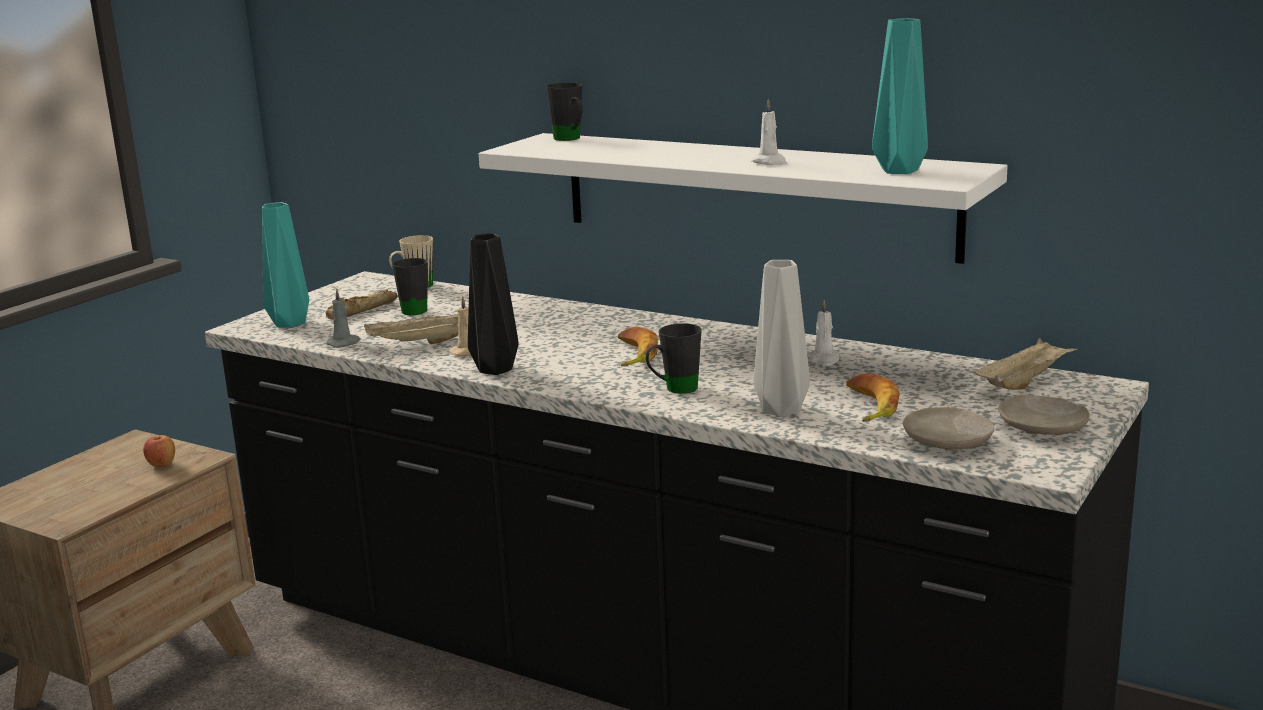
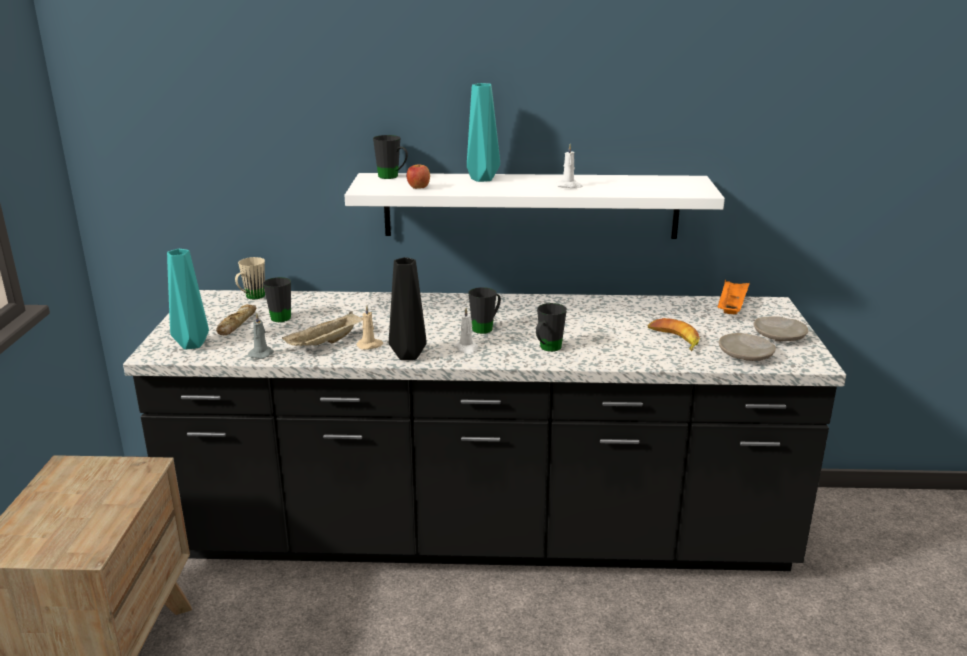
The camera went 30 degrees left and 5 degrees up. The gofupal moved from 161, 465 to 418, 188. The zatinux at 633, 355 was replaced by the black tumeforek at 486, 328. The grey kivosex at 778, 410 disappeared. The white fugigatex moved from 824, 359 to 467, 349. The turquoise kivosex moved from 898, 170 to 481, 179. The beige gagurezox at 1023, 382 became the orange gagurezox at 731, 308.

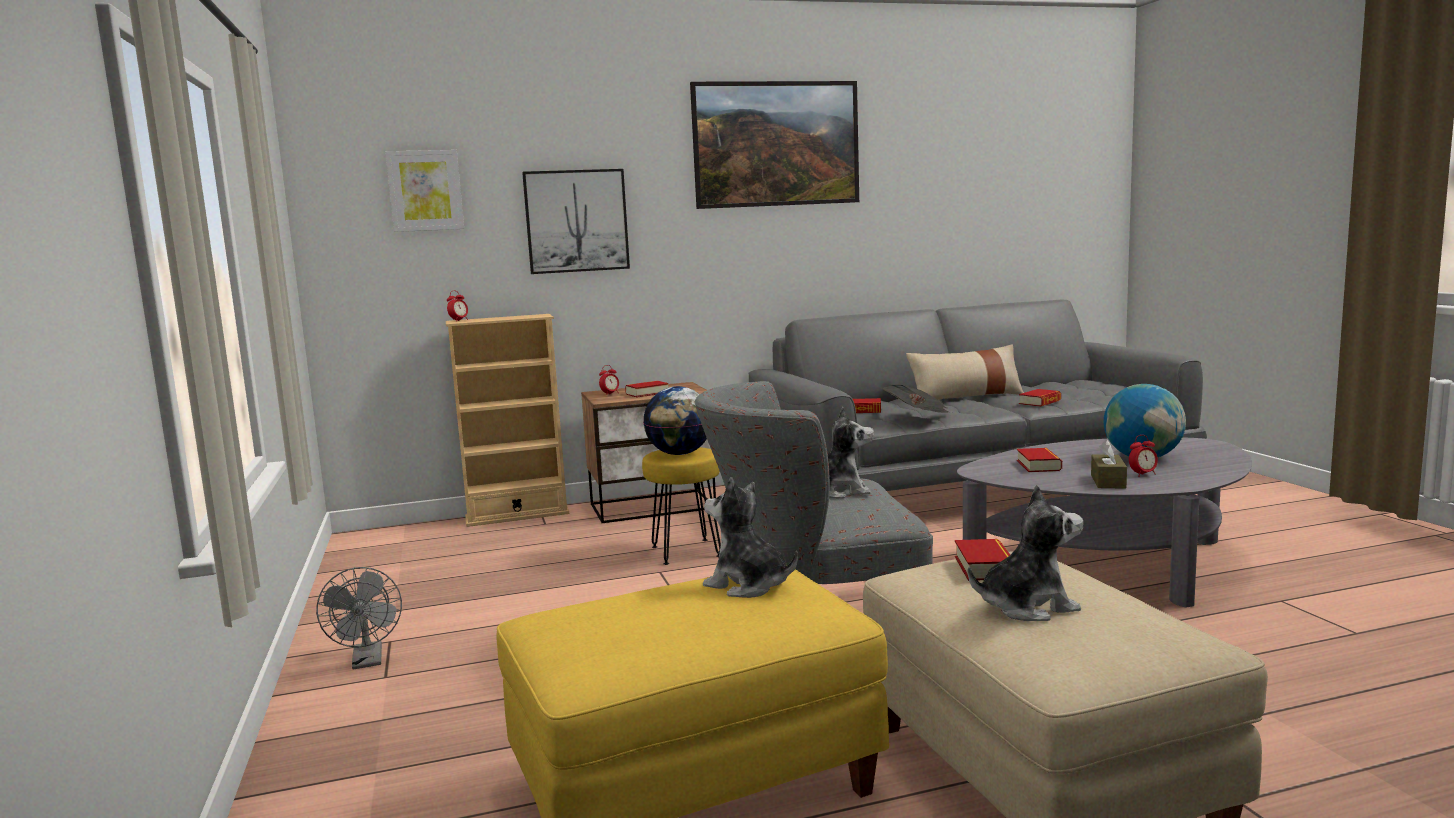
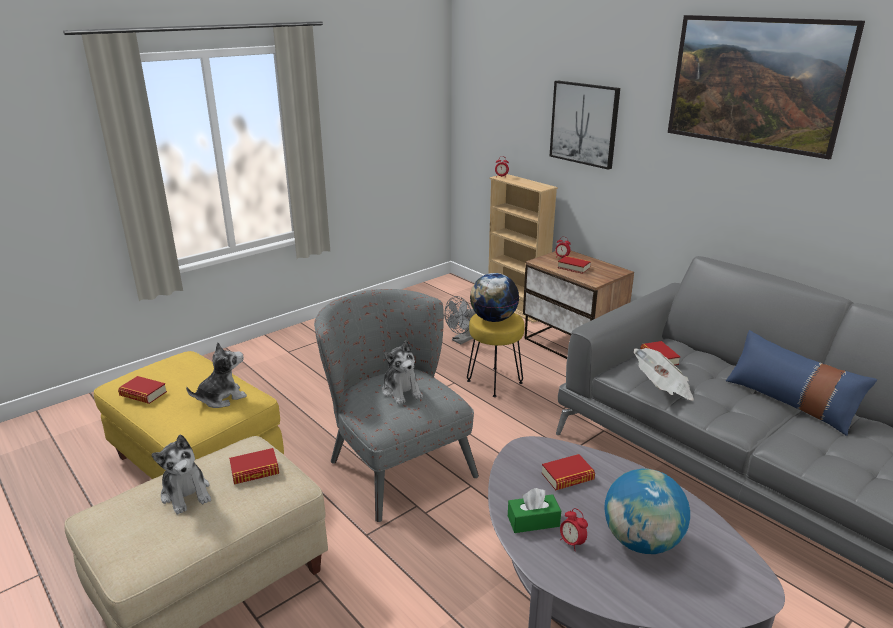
The camera went 65 degrees right and 15 degrees up. The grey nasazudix moved from 368, 661 to 461, 340. The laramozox at 425, 191 disappeared. The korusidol at 748, 585 turned 45 degrees clockwise. The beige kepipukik at 966, 397 became the blue kepipukik at 790, 402. The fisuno moved from 1040, 402 to 143, 394. The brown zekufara at 1108, 481 became the green zekufara at 533, 521.

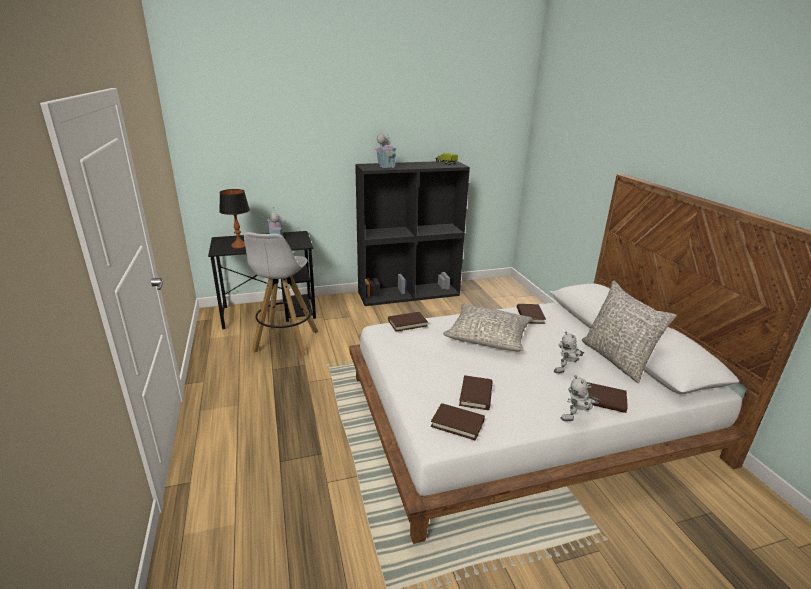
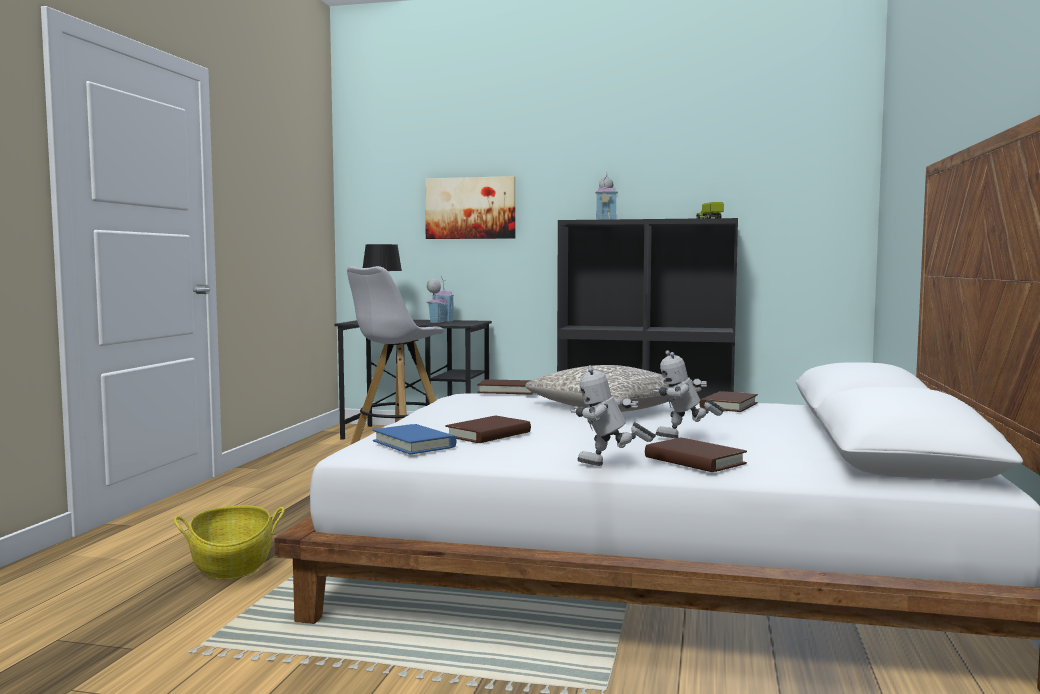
The camera went 30 degrees right and 20 degrees down. The brown fisuno at 457, 423 became the blue fisuno at 414, 444. The grey kepipukik at 617, 359 disappeared. The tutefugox at 232, 564 appeared. The laramozox at 470, 208 appeared.

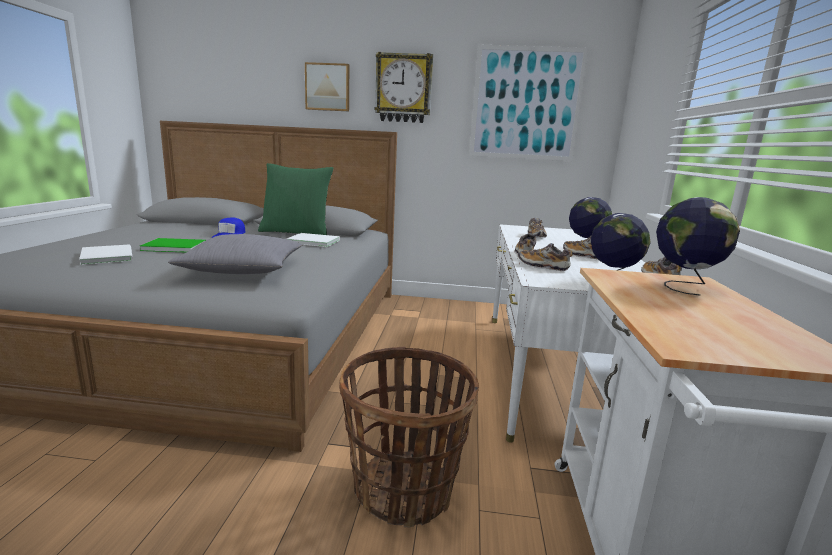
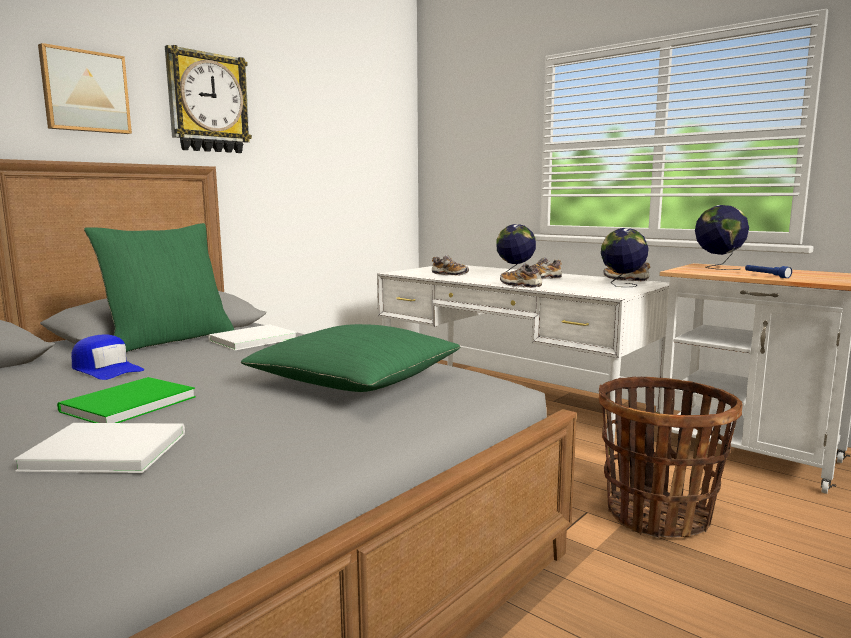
The camera went 55 degrees left and 5 degrees down. The grey kepipukik at 244, 269 became the green kepipukik at 355, 380. The laramozox at 526, 104 disappeared. The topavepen at 543, 266 disappeared. The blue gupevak at 766, 275 appeared.

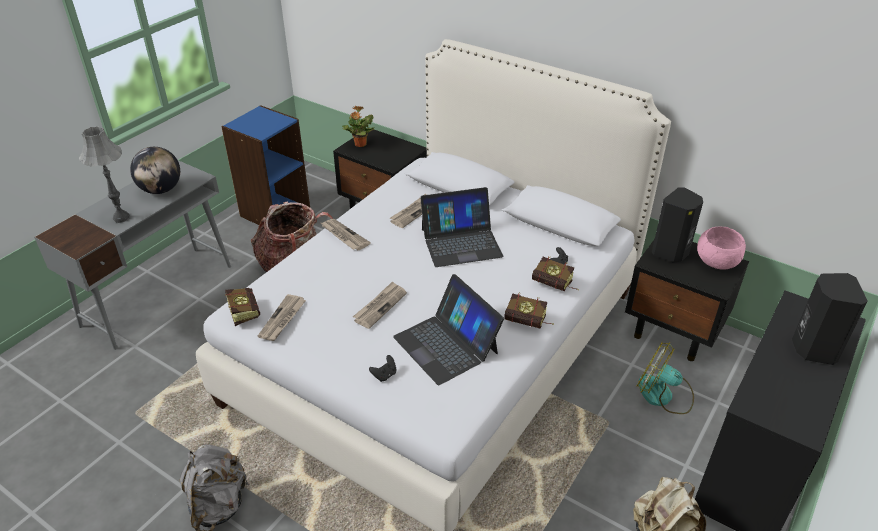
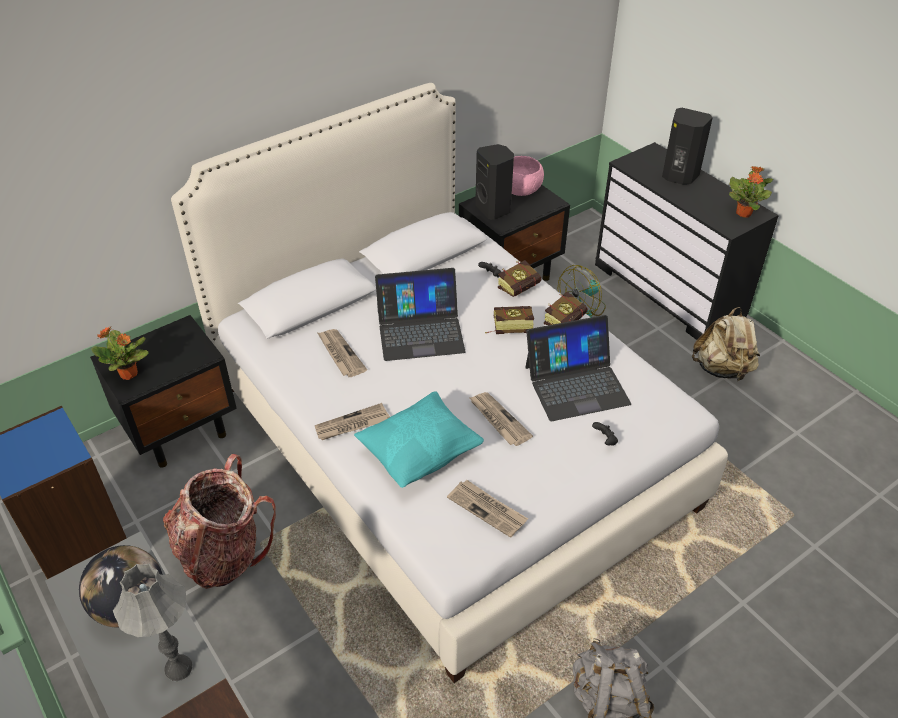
The camera went 70 degrees left and 5 degrees up. The fisuno moved from 243, 311 to 508, 327. The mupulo at 461, 242 turned 75 degrees clockwise. The turquoise kepipukik at 420, 454 appeared. The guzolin at 744, 213 appeared.

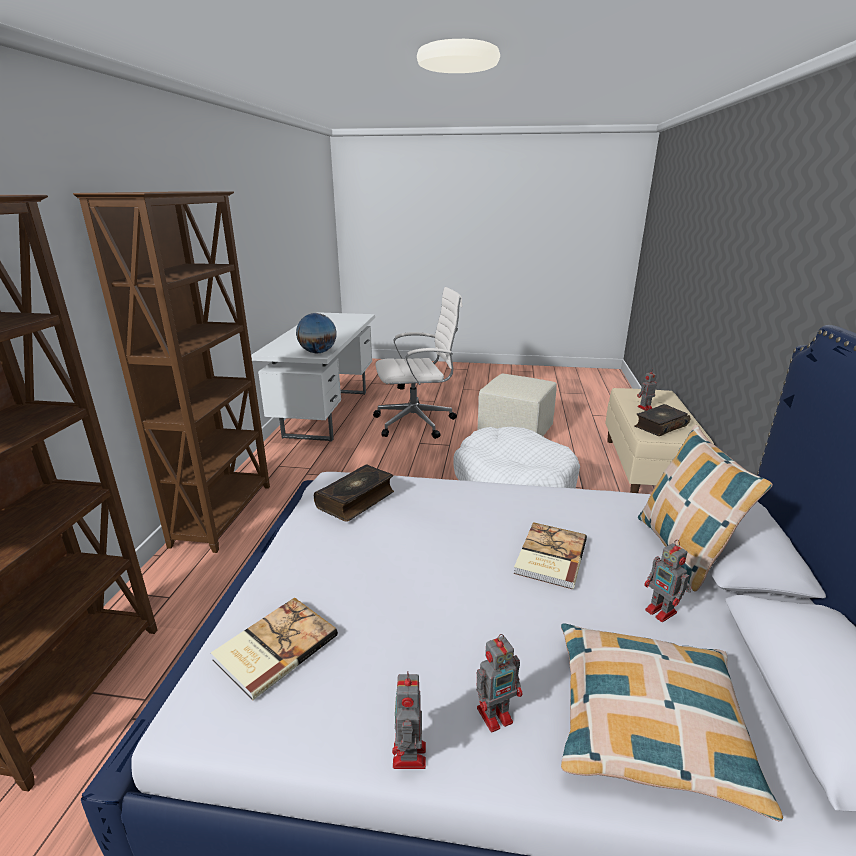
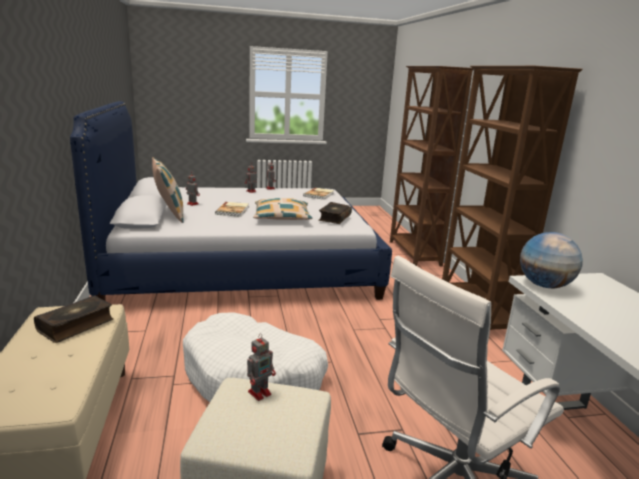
The camera went 160 degrees right and 5 degrees down. The kepipukik moved from 648, 722 to 282, 217. The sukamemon moved from 644, 408 to 260, 392.

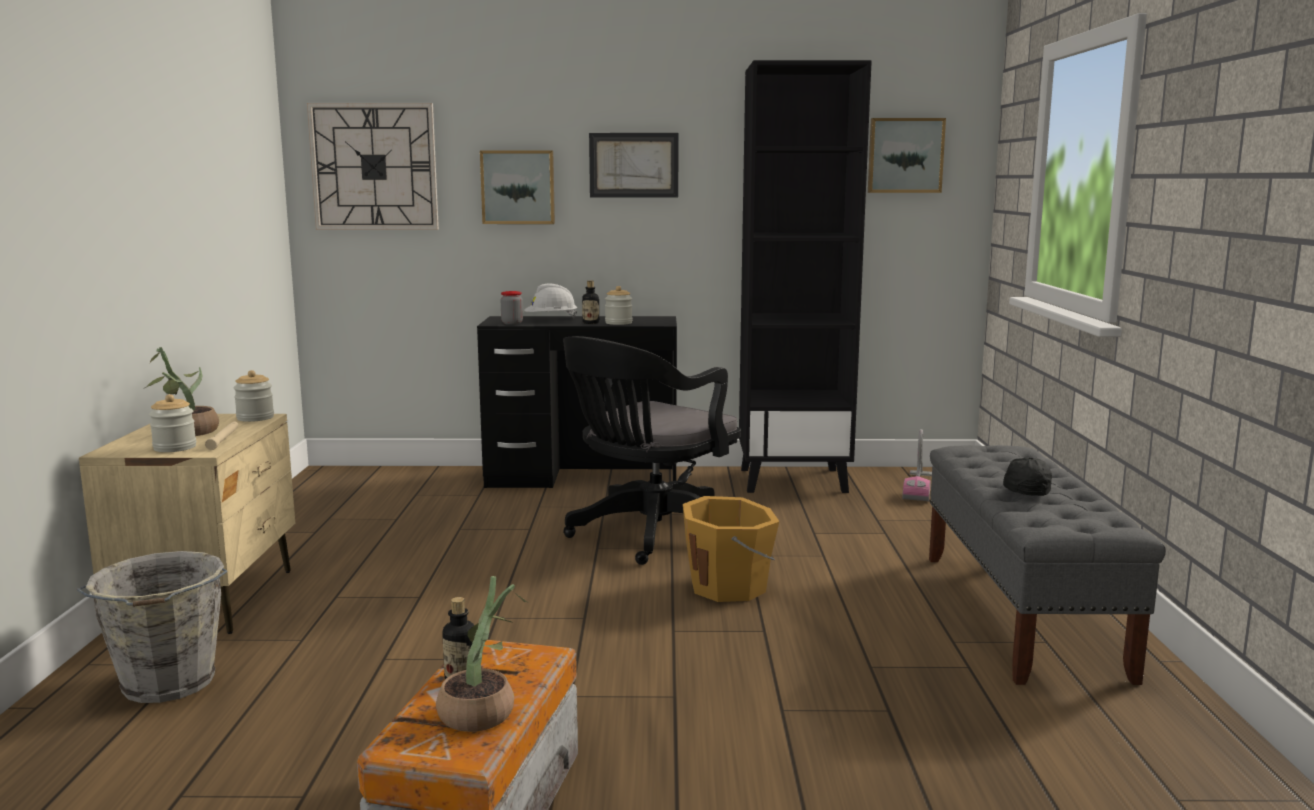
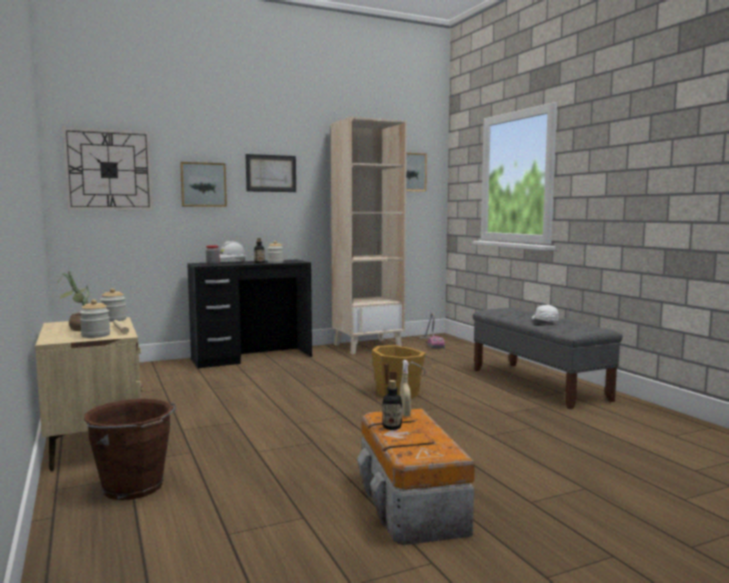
The camera went 25 degrees left and 5 degrees down. The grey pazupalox at 168, 684 became the brown pazupalox at 134, 488. The guzolin at 484, 711 disappeared. The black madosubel at 649, 535 disappeared. The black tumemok at 793, 480 became the beige tumemok at 368, 346. The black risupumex at 1026, 490 became the white risupumex at 544, 321. The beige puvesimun at 405, 414 appeared.

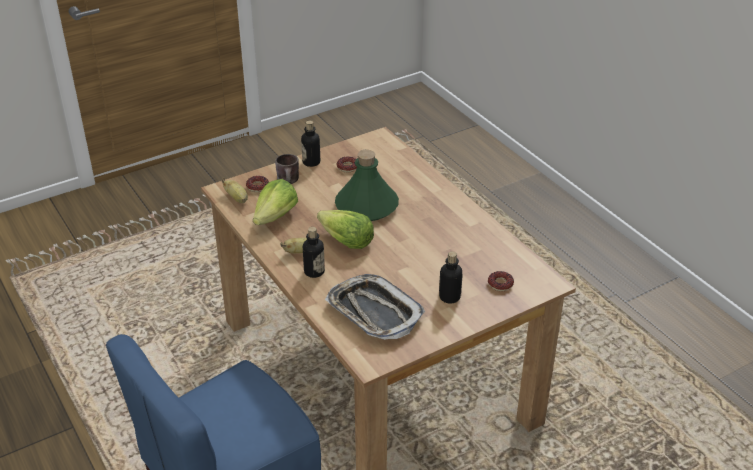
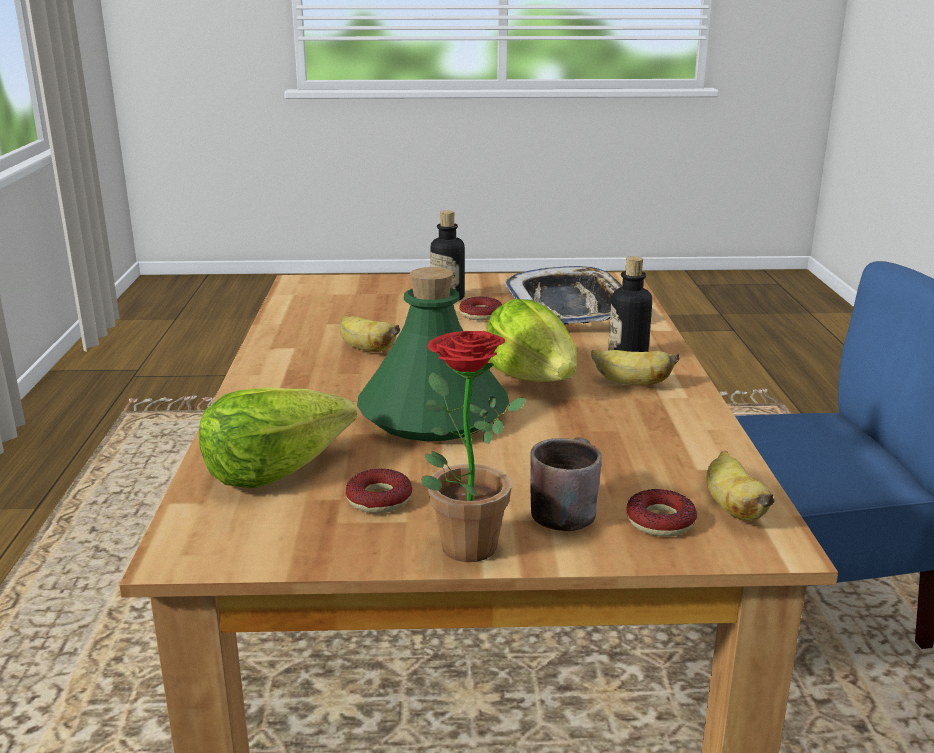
The camera went 150 degrees left and 15 degrees down. The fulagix moved from 276, 217 to 275, 469. The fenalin at 311, 162 was replaced by the guzolin at 460, 541. The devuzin moved from 500, 284 to 480, 314. The zatinux at 365, 349 appeared.

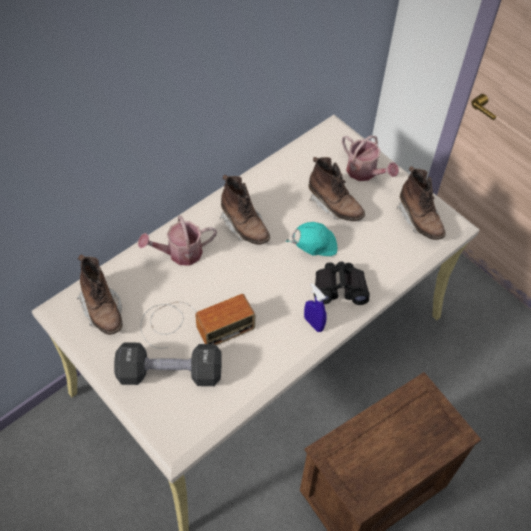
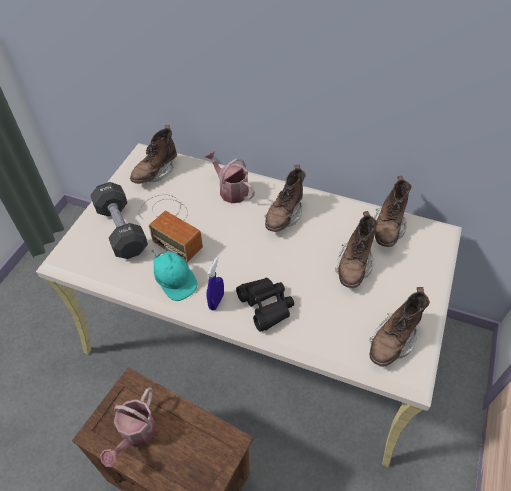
The camera went 65 degrees right and 5 degrees down. The turquoise risupumex moved from 313, 246 to 175, 281. The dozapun moved from 365, 172 to 135, 434. The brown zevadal at 387, 229 appeared.

